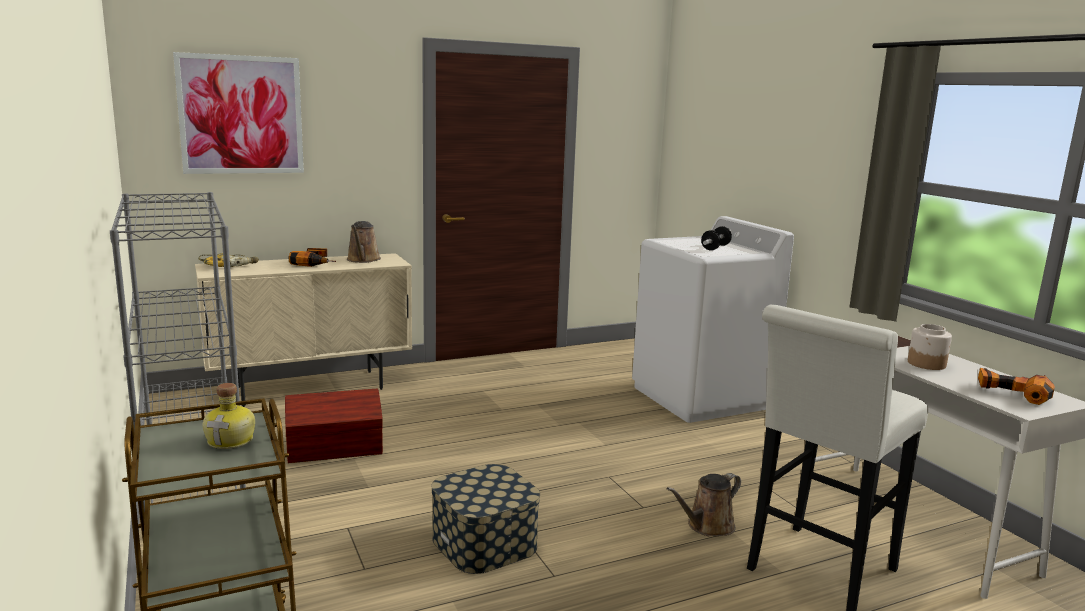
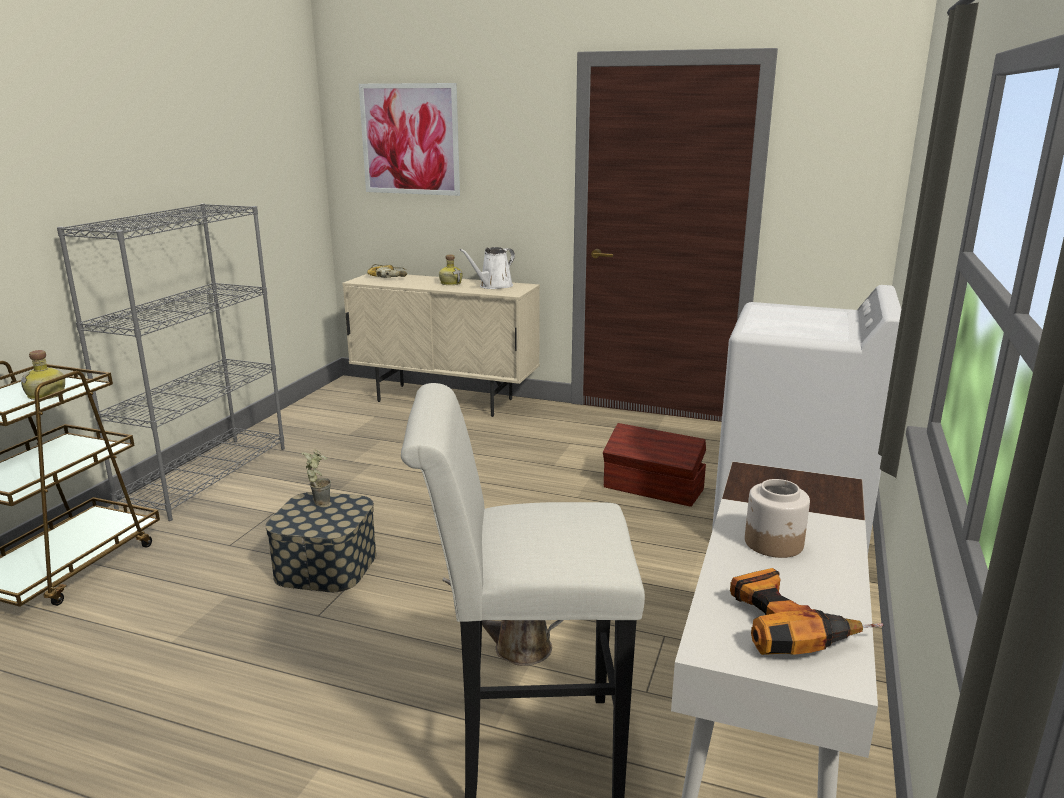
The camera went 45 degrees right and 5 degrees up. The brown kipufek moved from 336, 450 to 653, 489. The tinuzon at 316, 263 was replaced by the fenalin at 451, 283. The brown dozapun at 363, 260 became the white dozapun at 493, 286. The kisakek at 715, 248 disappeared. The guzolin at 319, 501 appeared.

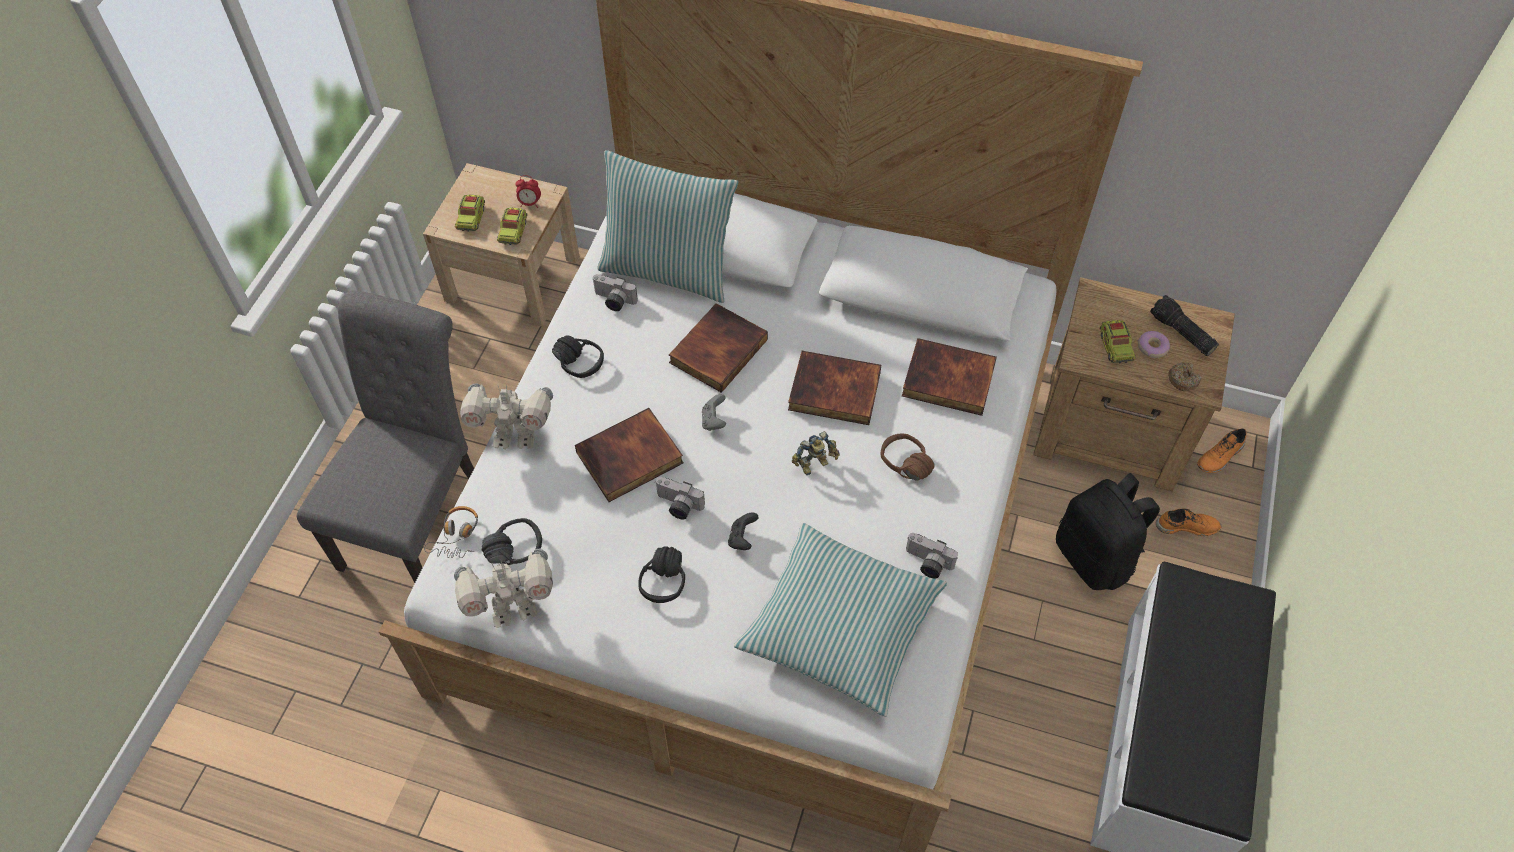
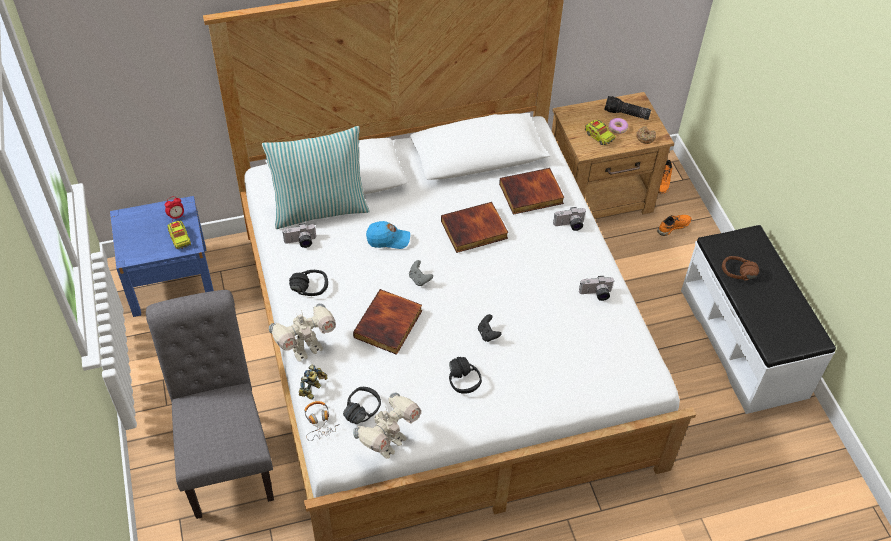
The camera went 35 degrees left and 5 degrees down. The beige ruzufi at 512, 278 became the blue ruzufi at 170, 280. The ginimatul at 471, 218 disappeared. The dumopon moved from 677, 506 to 570, 225. The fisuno at 717, 349 was replaced by the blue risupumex at 388, 239. The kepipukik at 840, 626 disappeared. The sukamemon moved from 815, 465 to 313, 390. The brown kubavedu moved from 900, 469 to 738, 277. The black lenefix at 1095, 557 disappeared.

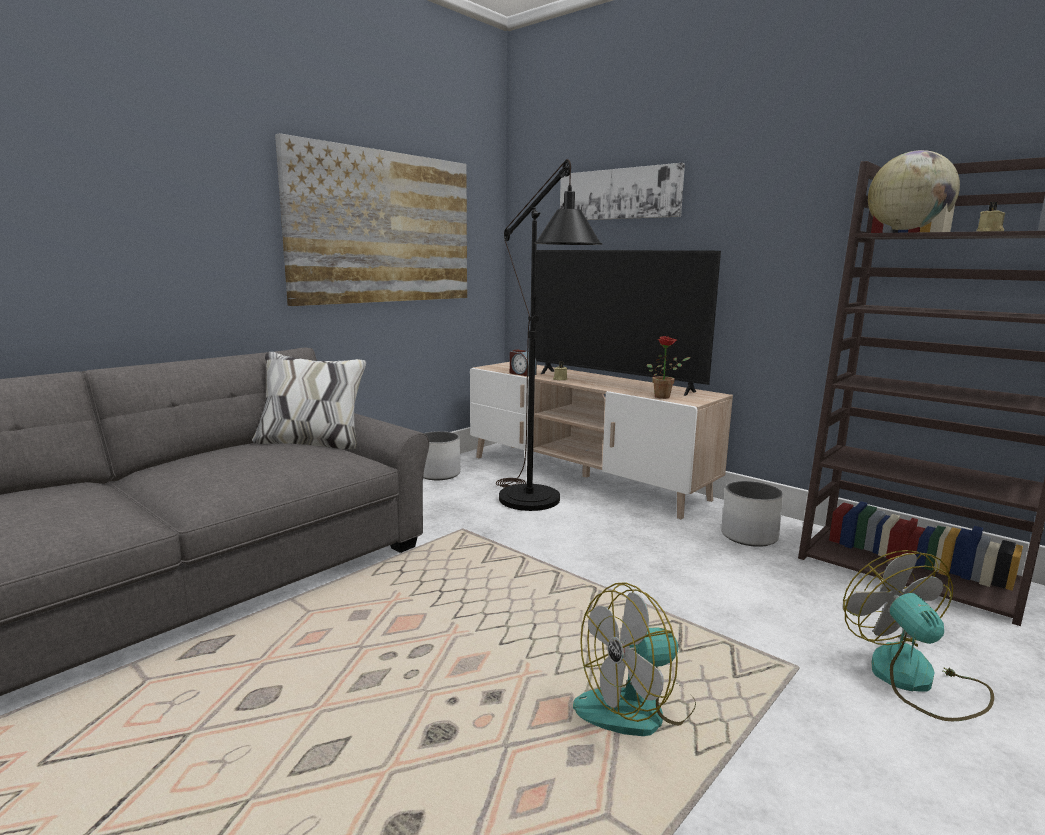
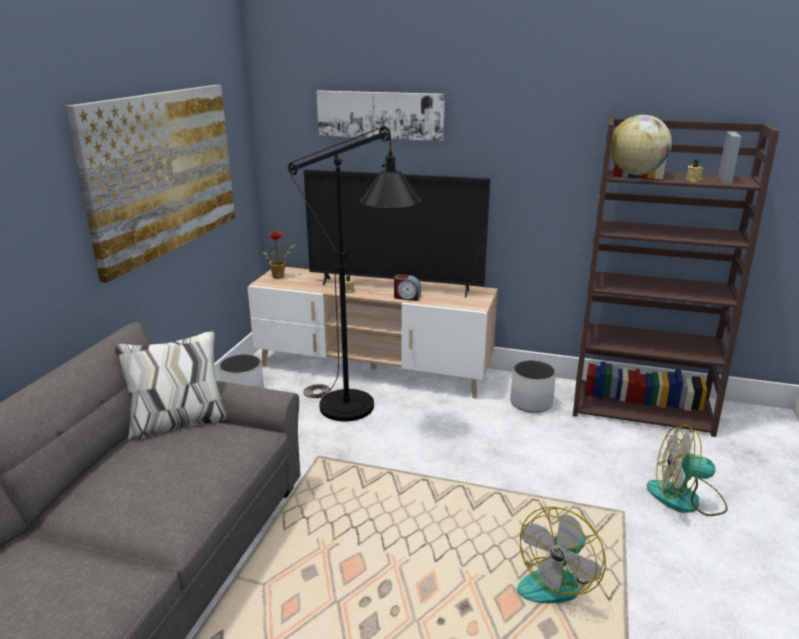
The camera went 25 degrees left and 10 degrees up. The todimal moved from 522, 373 to 407, 297. The guzolin moved from 665, 396 to 280, 276. The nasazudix at 915, 680 turned 45 degrees counterclockwise.

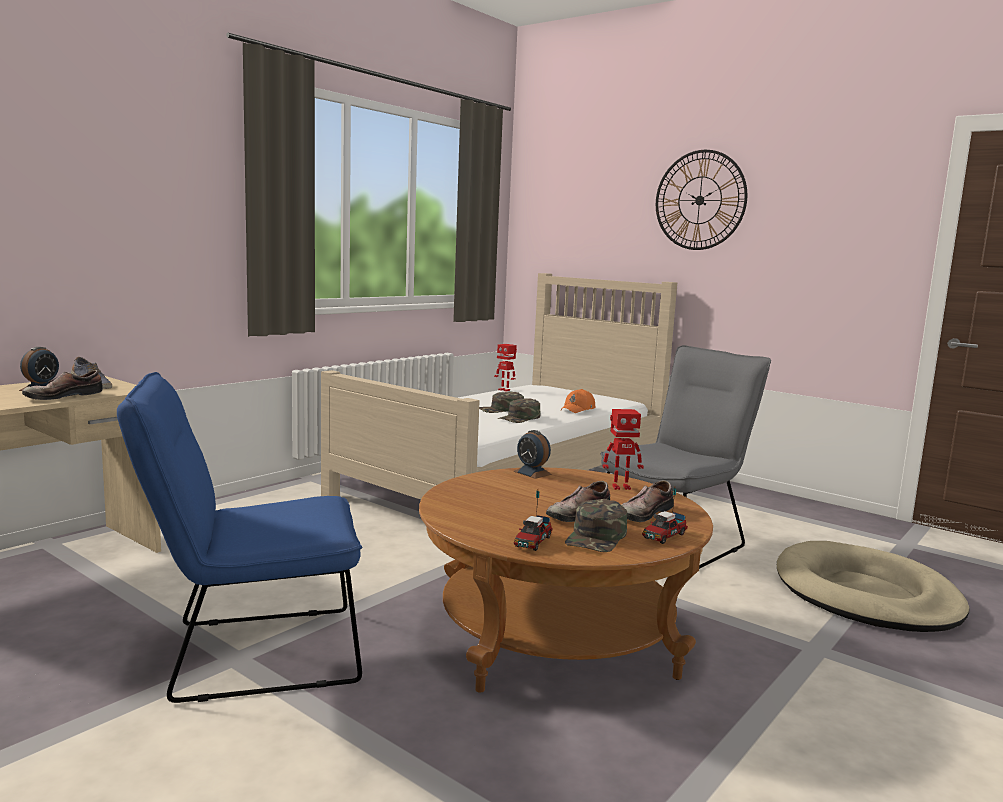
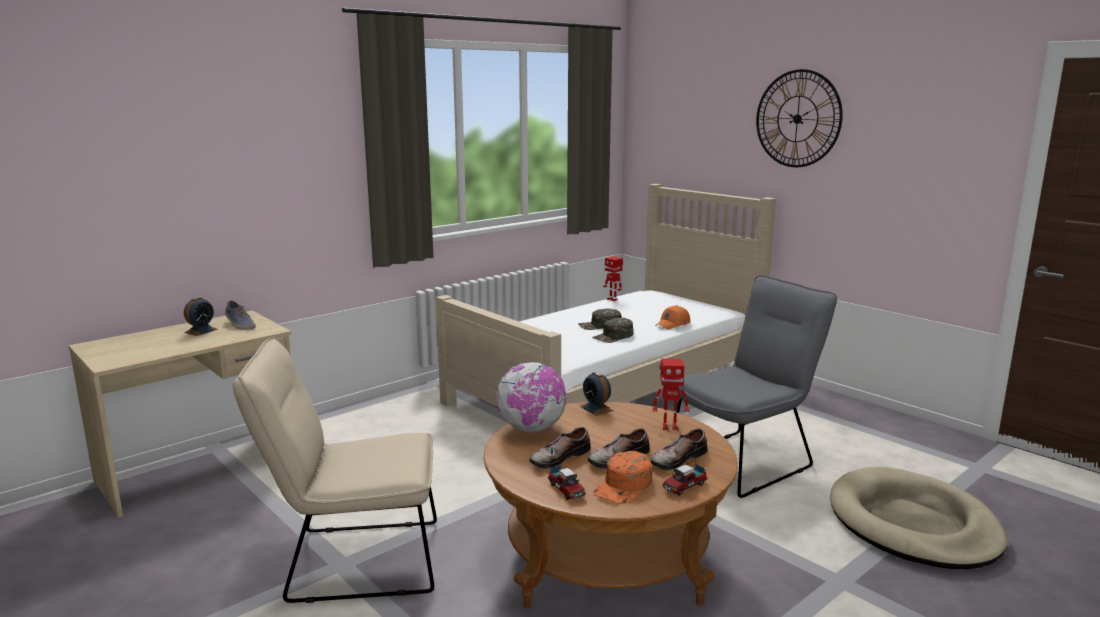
The camera went 10 degrees right and 5 degrees up. The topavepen moved from 62, 396 to 558, 457. The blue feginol at 250, 654 became the beige feginol at 353, 561. The ginimatul at 533, 542 turned 60 degrees counterclockwise. The green risupumex at 597, 537 became the orange risupumex at 624, 486. The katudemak at 531, 429 appeared.

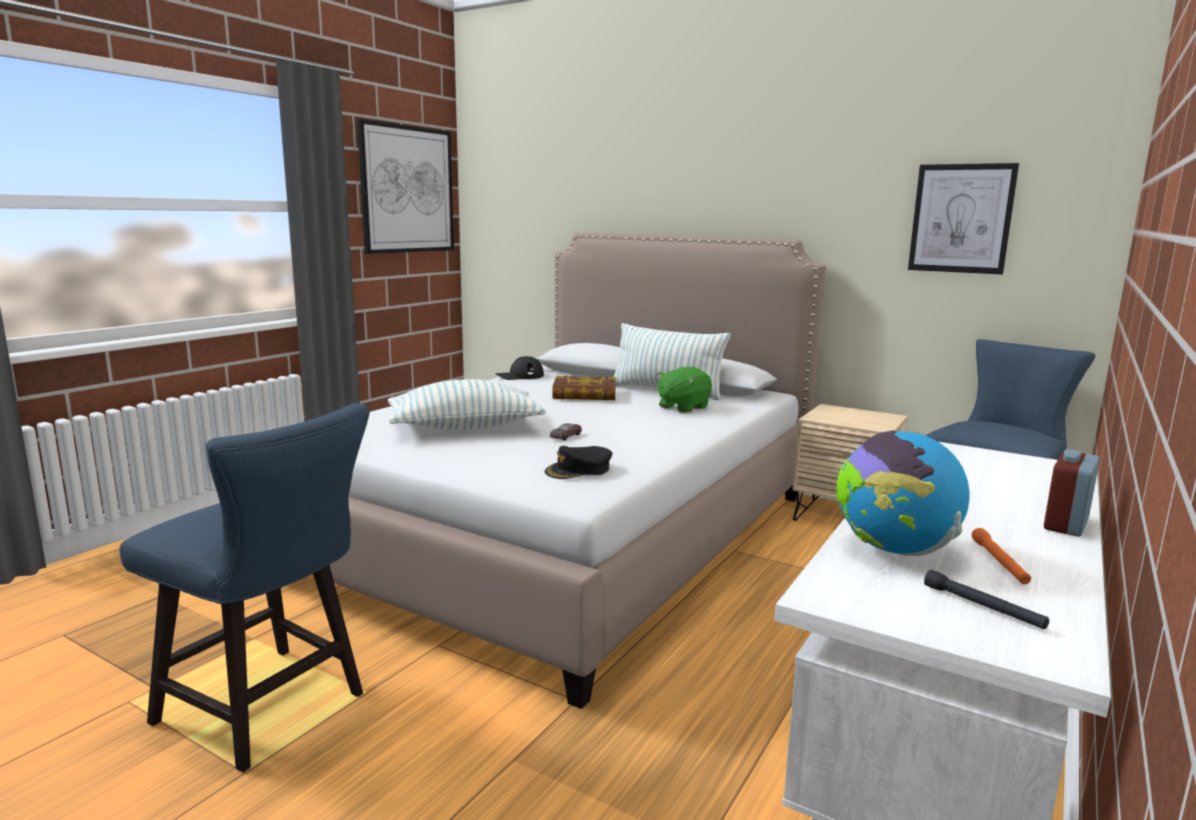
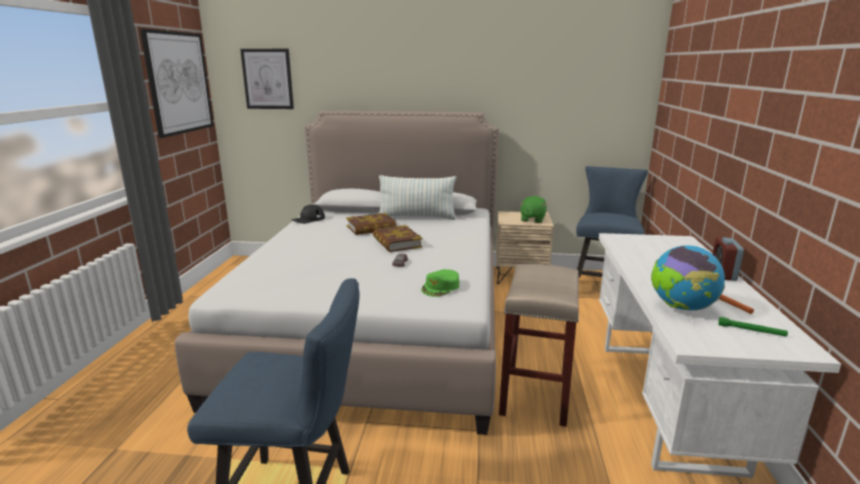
The camera went 25 degrees left and 5 degrees up. The kepipukik at 465, 427 disappeared. The black risupumex at 579, 470 became the green risupumex at 441, 287. The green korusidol moved from 682, 407 to 532, 219. The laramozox moved from 961, 218 to 267, 79. The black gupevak at 983, 607 became the green gupevak at 751, 331. The fisuno at 396, 242 appeared. The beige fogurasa at 534, 394 appeared.

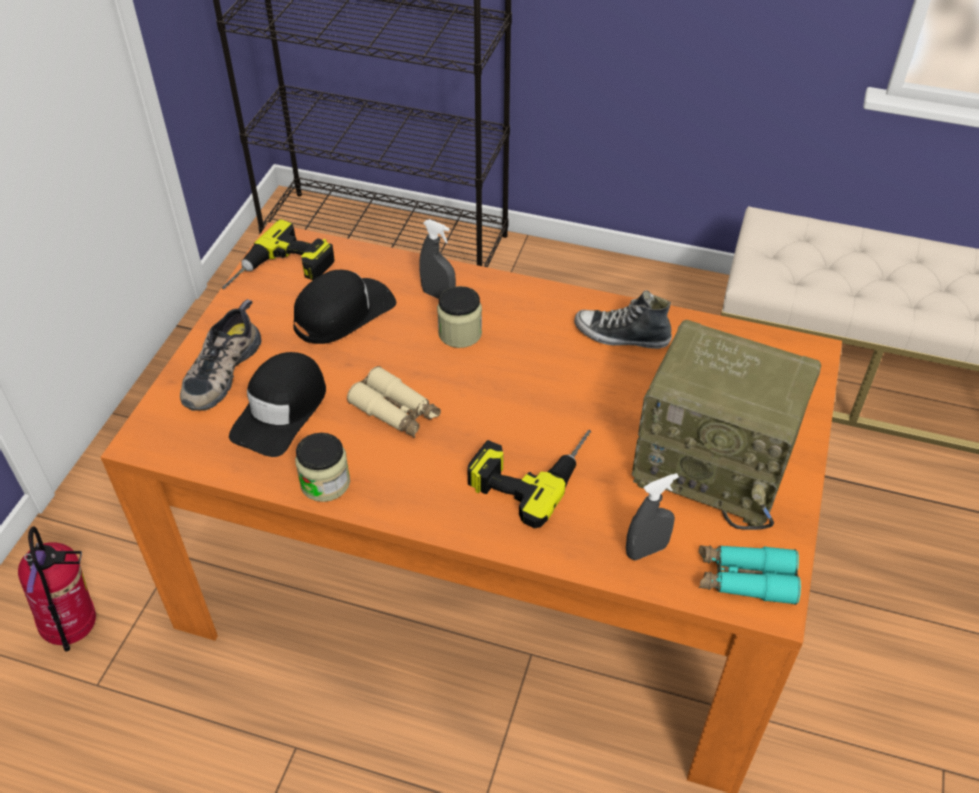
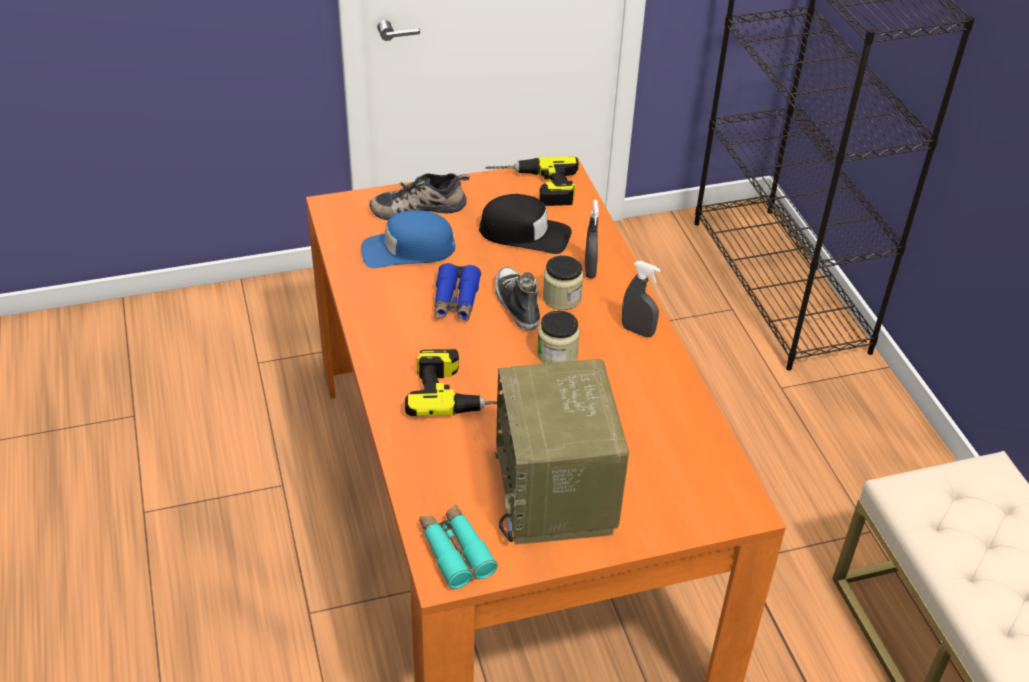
The camera went 55 degrees right and 5 degrees down. The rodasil at 75, 629 disappeared. The black risupumex at 281, 411 became the blue risupumex at 408, 250. The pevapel moved from 325, 483 to 557, 354. The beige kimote at 396, 411 became the blue kimote at 455, 301. The topavepen moved from 621, 336 to 516, 304. The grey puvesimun moved from 646, 550 to 637, 331.

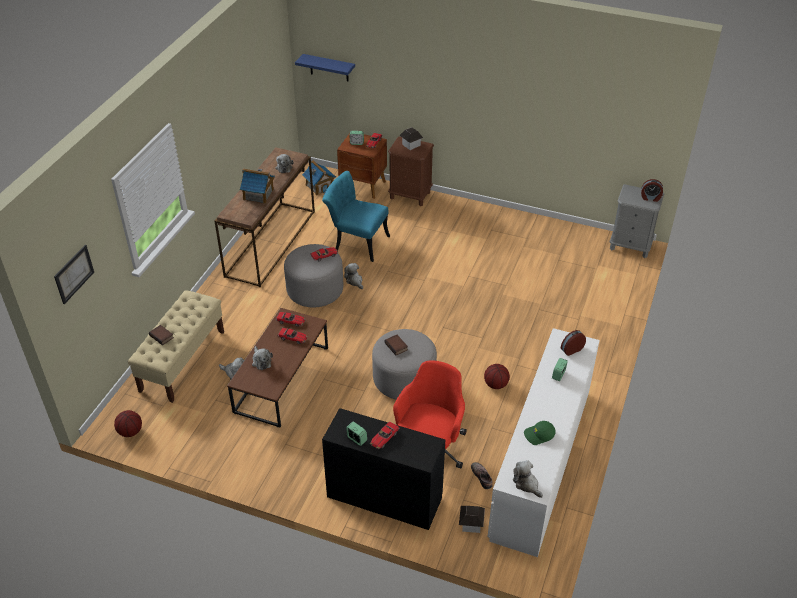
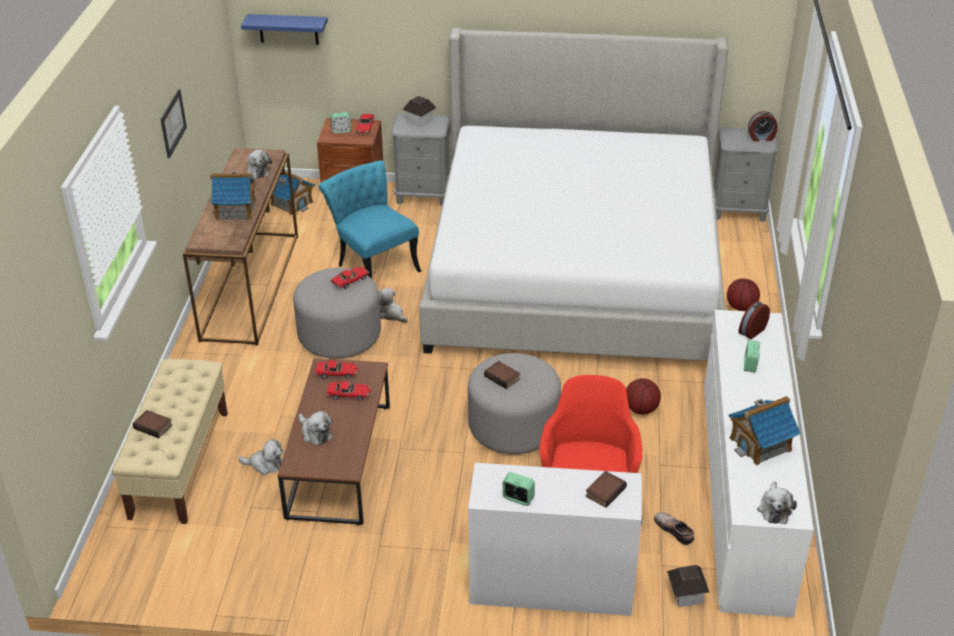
The camera went 15 degrees left and 5 degrees down. The laramozox moved from 74, 274 to 172, 123. The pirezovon moved from 130, 432 to 741, 307. The turquoise feginol at 356, 242 turned 45 degrees clockwise. The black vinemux at 384, 497 became the white vinemux at 551, 586. The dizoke at 384, 438 disappeared. The brown ruzufi at 410, 195 became the grey ruzufi at 423, 195. The korusidol at 526, 484 turned 120 degrees counterclockwise. The green risupumex at 539, 435 was replaced by the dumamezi at 760, 444. The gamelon at 575, 270 appeared. The fisuno at 605, 491 appeared.

